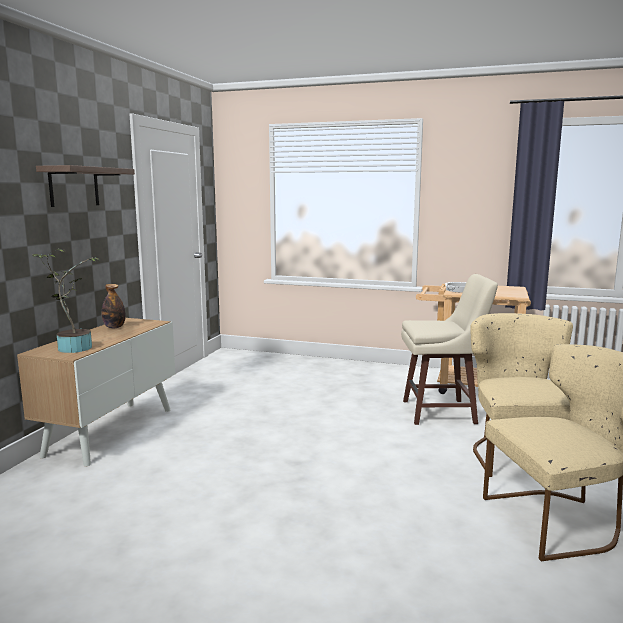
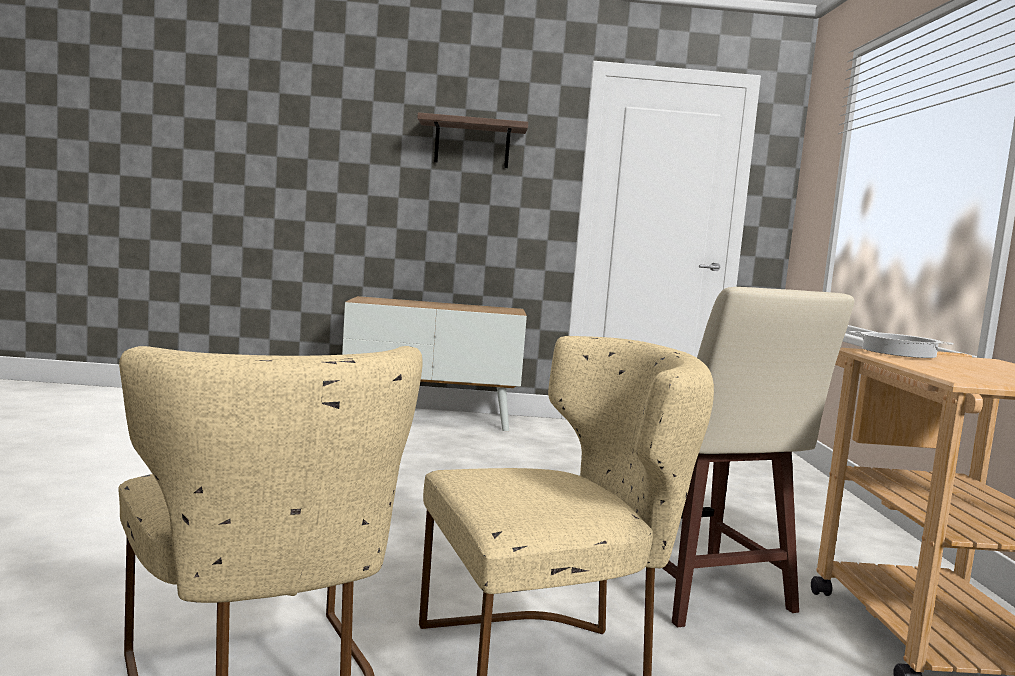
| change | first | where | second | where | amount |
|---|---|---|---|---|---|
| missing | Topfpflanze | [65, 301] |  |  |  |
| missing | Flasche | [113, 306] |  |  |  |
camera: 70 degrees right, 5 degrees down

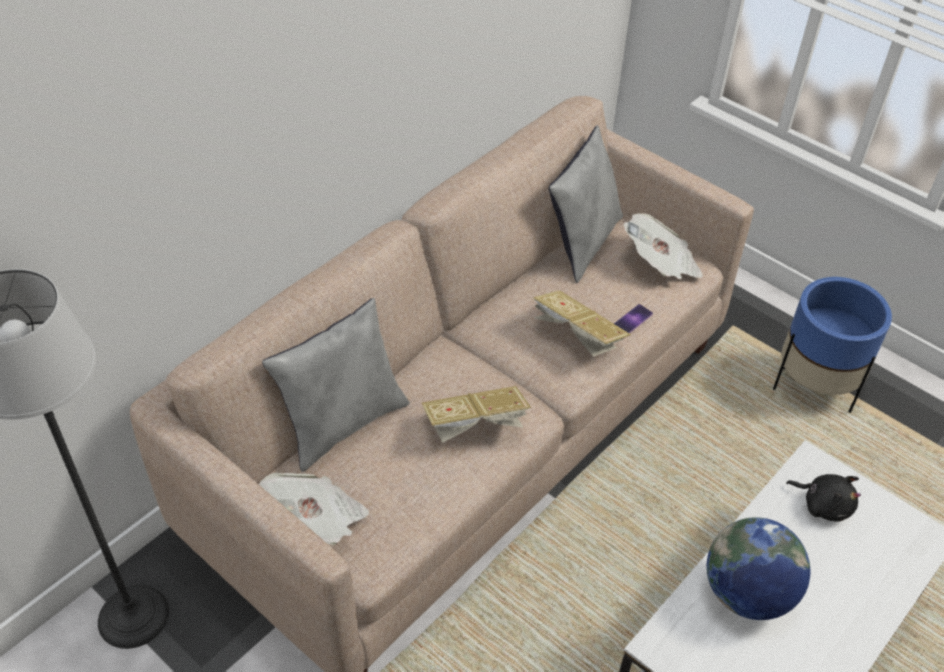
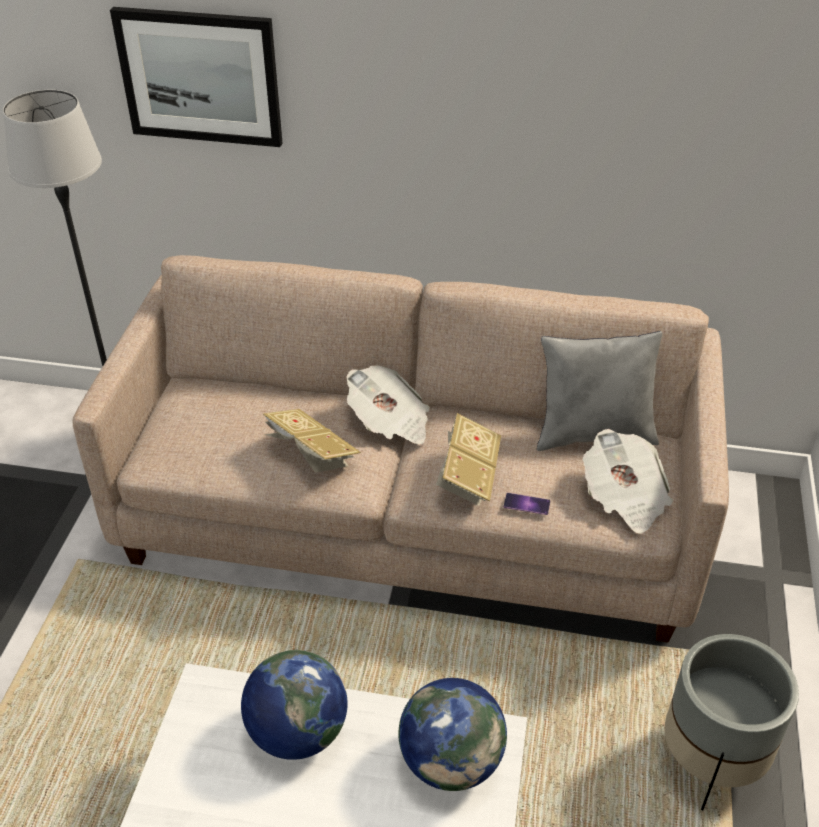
| change | first | where | second | where | amount |
|---|---|---|---|---|---|
| appeared |  |  | Bild | [196, 77] |  |
| relocated | Zeitung | [314, 509] |  | [387, 404] |  |
| exchanged | Plüschtier (schwarz) | [823, 498] | Globus | [453, 734] |  |
| colour | Pflanzkübel (blau) | [832, 345] | Pflanzkübel (grau) | [732, 722] |  |
| missing | Kissen (grau) | [336, 385] |  |  |  |
camera: 60 degrees right, 5 degrees down

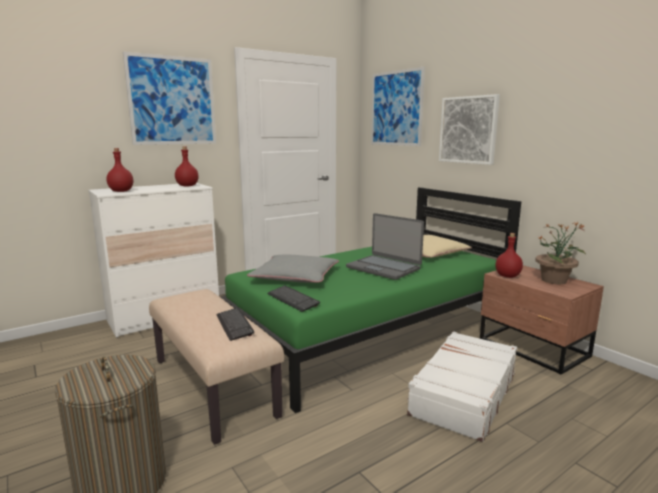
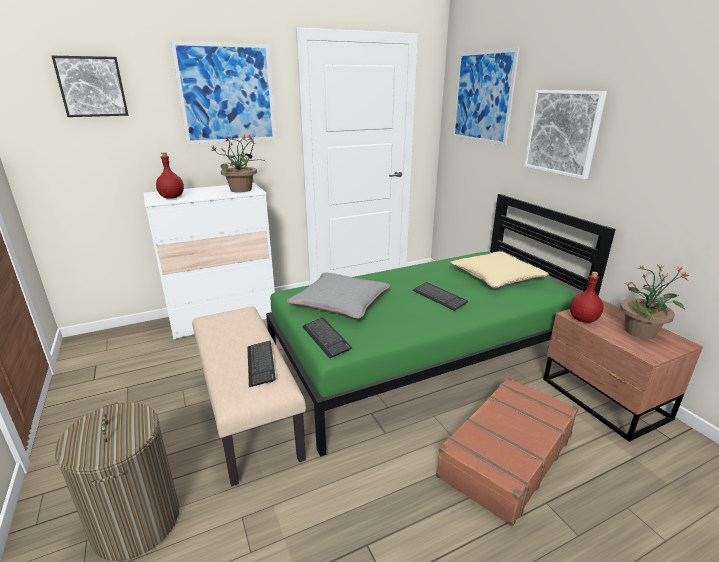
| change | first | where | second | where | amount |
|---|---|---|---|---|---|
| appeared |  |  | Bild | [90, 86] |  |
| exchanged | Flasche (rot) | [187, 167] | Topfpflanze | [238, 164] |  |
| exchanged | Laptop | [385, 246] | Tastatur | [440, 296] |  |
| colour | Koffer (weiß) | [461, 386] | Koffer (braun) | [507, 451] |  |
camera: 10 degrees right, 10 degrees up

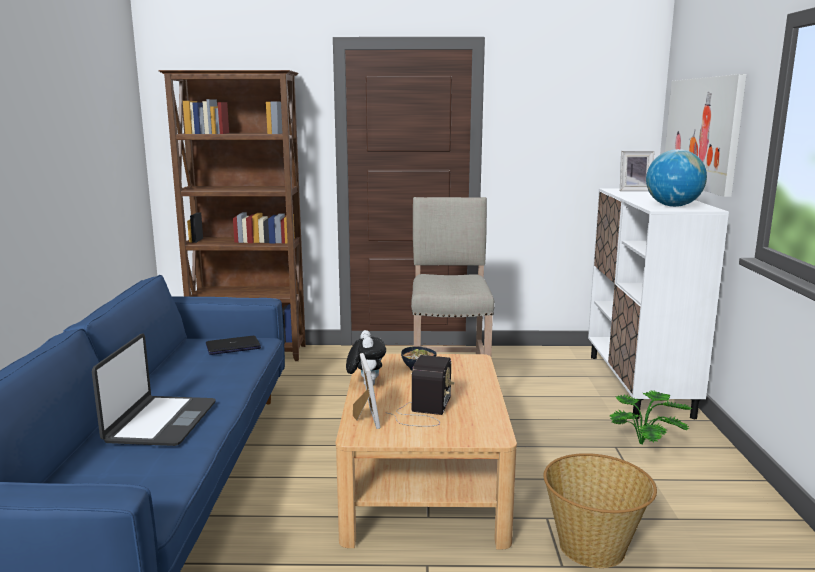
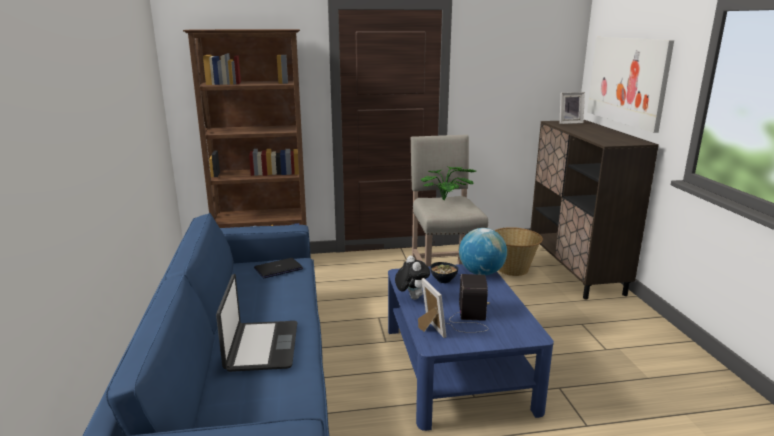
| change | first | where | second | where | amount |
|---|---|---|---|---|---|
| colour | Couchtisch (beige) | [426, 451] | Couchtisch (blau) | [471, 347] |  |
| relocated | Topfpflanze | [650, 417] |  | [448, 183] |  |
| relocated | Globus | [676, 178] |  | [483, 251] |  |
| relocated | Korb | [600, 510] |  | [518, 251] |  |
| colour | Schrank (weiß) | [658, 303] | Schrank (braun) | [594, 210] |  |
camera: 10 degrees left, 5 degrees up

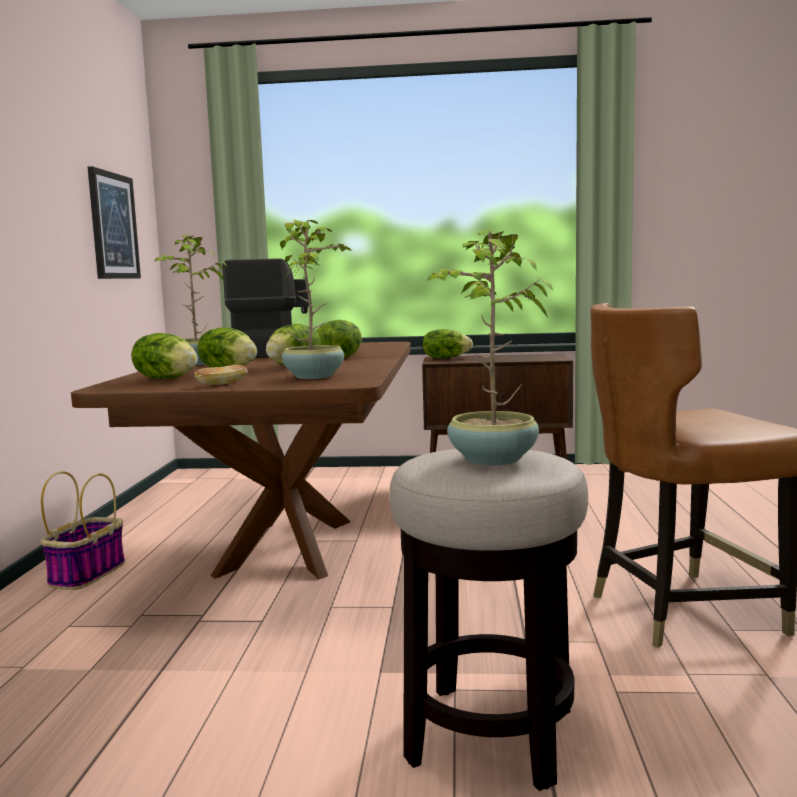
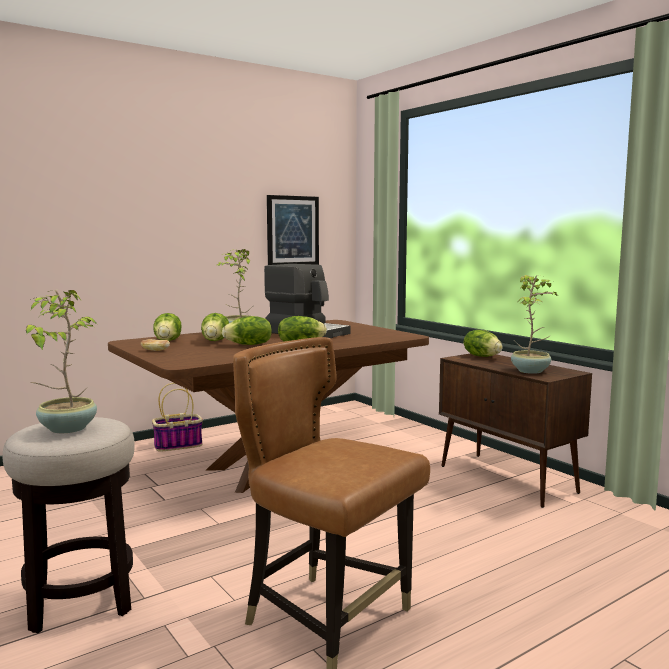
| change | first | where | second | where | amount |
|---|---|---|---|---|---|
| relocated | Topfpflanze | [316, 299] |  | [534, 324] |  |
camera: 50 degrees right, 0 degrees up

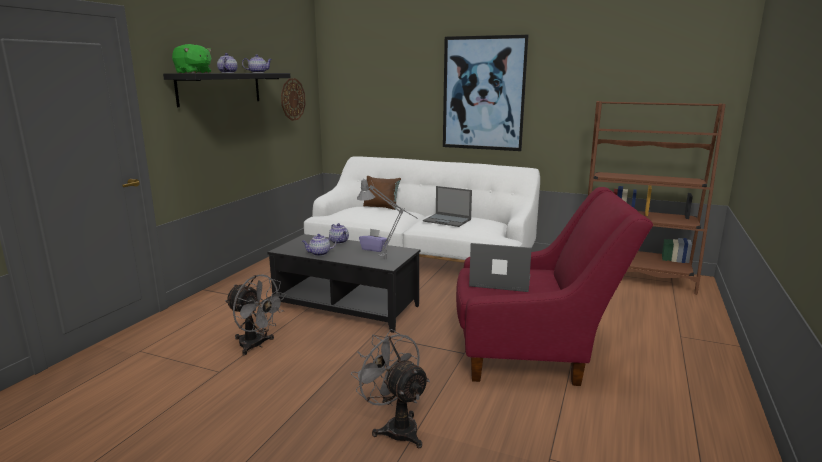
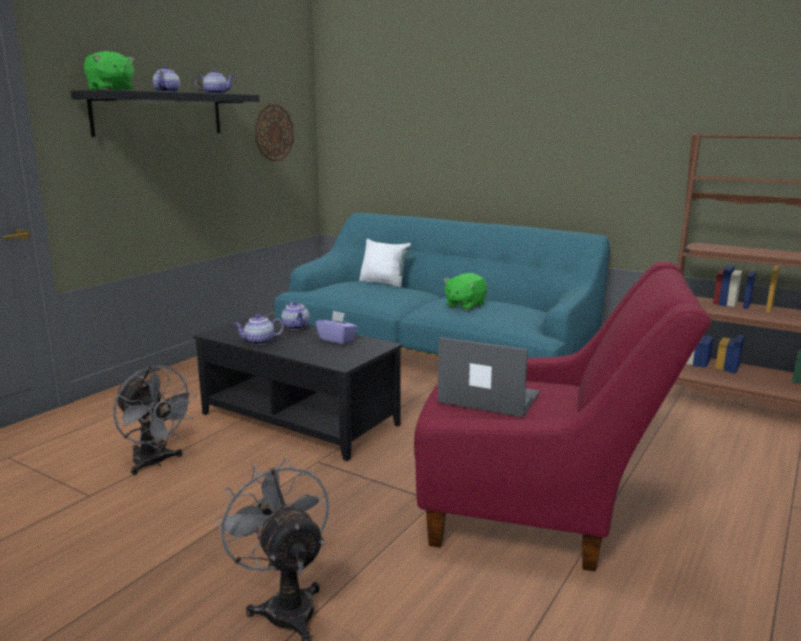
| change | first | where | second | where | amount |
|---|---|---|---|---|---|
| colour | Sofa (weiß) | [422, 209] | Sofa (türkis) | [442, 285] |  |
| colour | Kissen (braun) | [382, 193] | Kissen (weiß) | [385, 263] |  |
| exchanged | Laptop | [447, 206] | Plüschtier (grün) | [465, 291] |  |
| missing | Tischlampe (grau) | [387, 219] |  |  |  |
| missing | Bild | [486, 93] |  |  |  |
camera: 10 degrees right, 0 degrees up

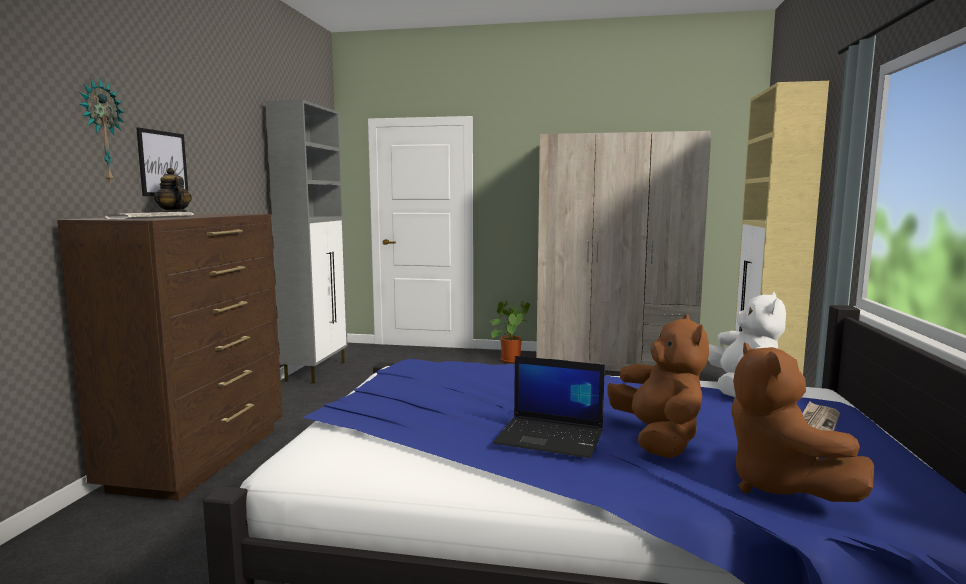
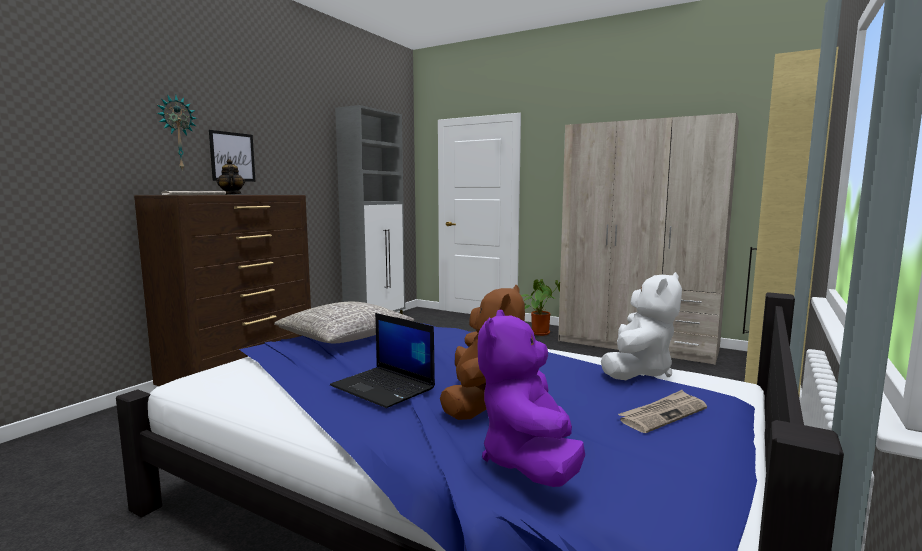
| change | first | where | second | where | amount |
|---|---|---|---|---|---|
| appeared |  |  | Kissen (grau) | [344, 322] |  |
| colour | Plüschtier (braun) | [802, 422] | Plüschtier (lila) | [531, 398] |  |
camera: 20 degrees right, 0 degrees up

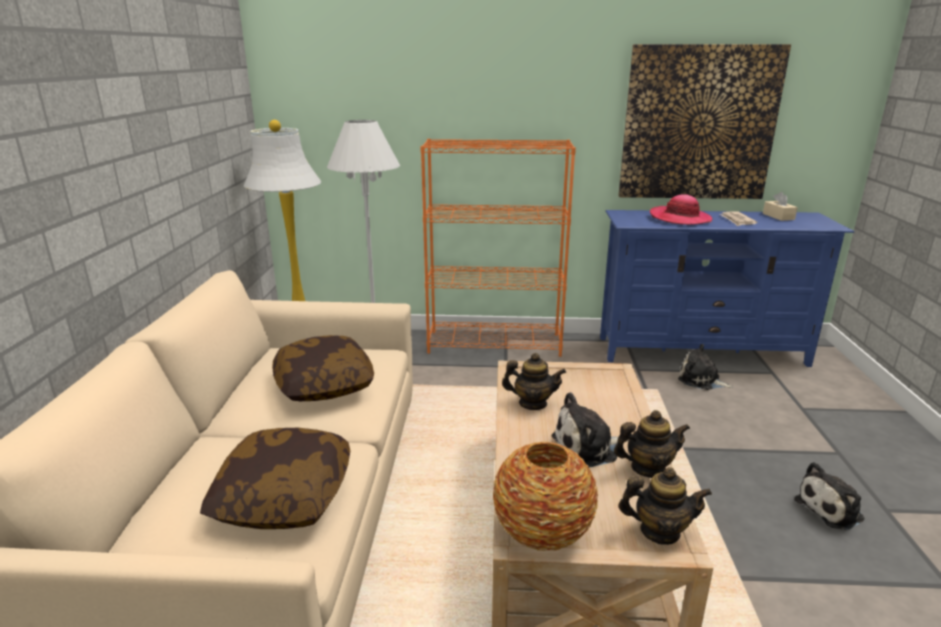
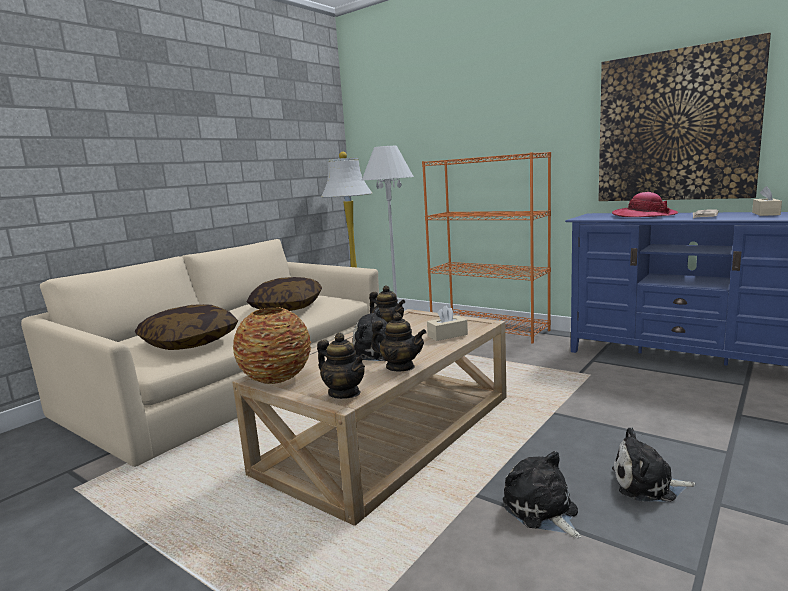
| change | first | where | second | where | amount |
|---|---|---|---|---|---|
| appeared |  |  | Taschentuchbox (beige) | [447, 323] |  |
| relocated | Plüschtier | [705, 367] |  | [542, 494] |  |
camera: 35 degrees right, 10 degrees down

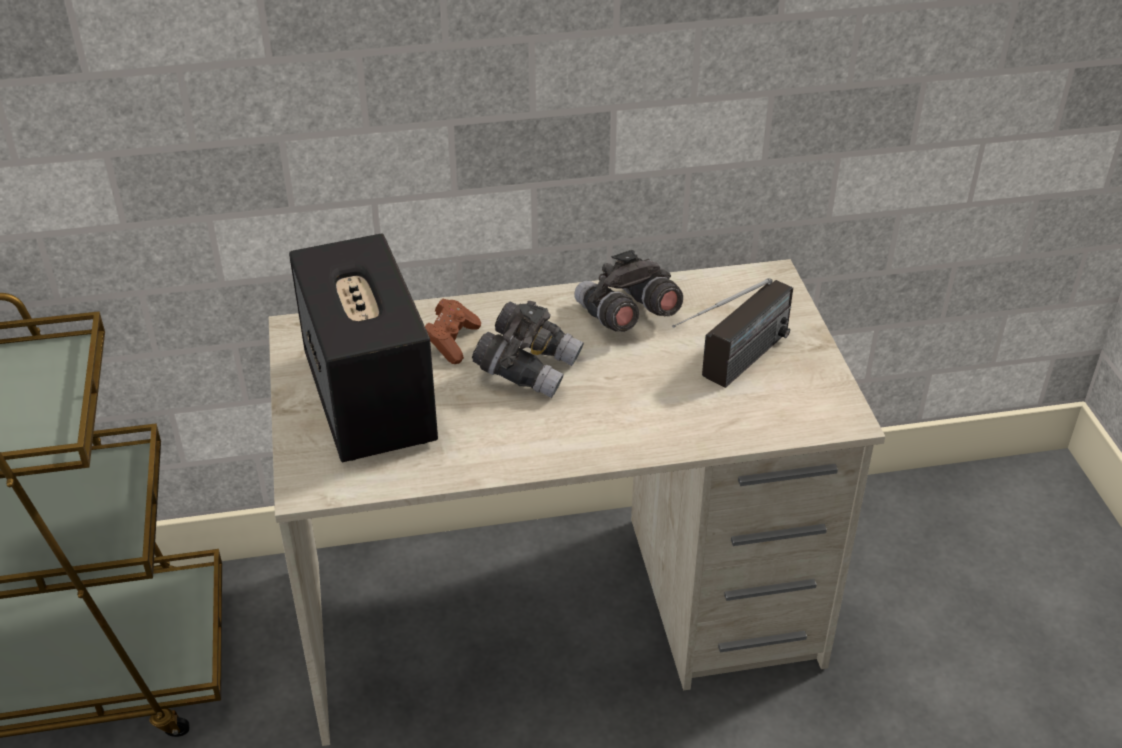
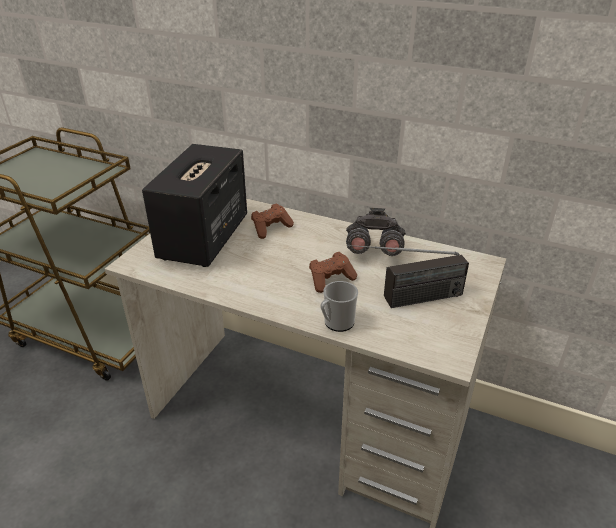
| change | first | where | second | where | amount |
|---|---|---|---|---|---|
| appeared |  |  | Gamepad (braun) | [333, 272] |  |
| appeared |  |  | Henkelbecher | [339, 306] |  |
| missing | Fernglas (grau) | [528, 349] |  |  |  |
camera: 35 degrees right, 5 degrees down

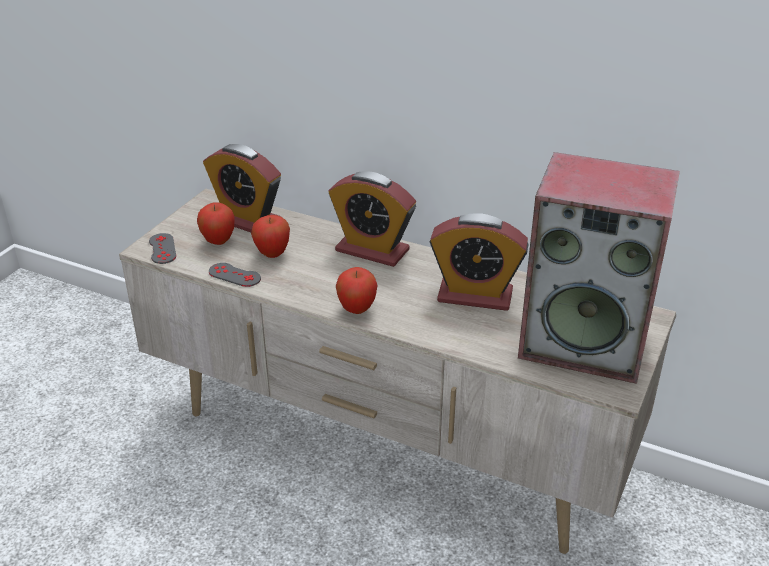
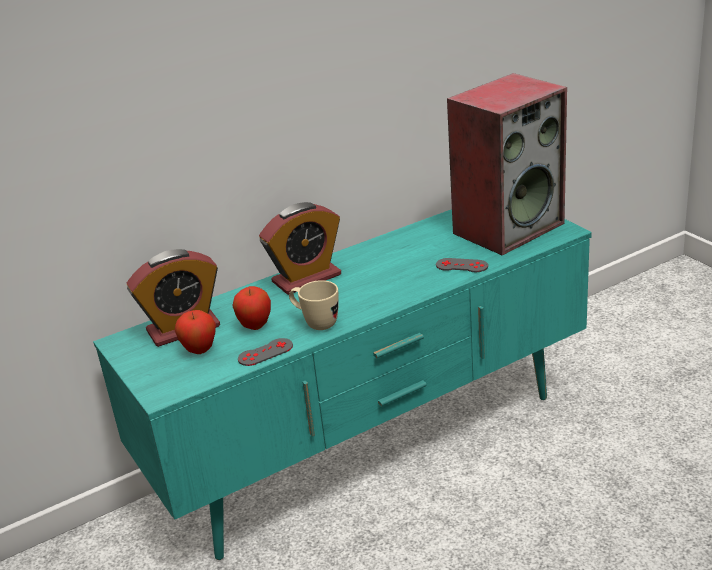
| change | first | where | second | where | amount |
|---|---|---|---|---|---|
| colour | Fernsehschrank (beige) | [397, 371] | Fernsehschrank (türkis) | [342, 384] |  |
| appeared |  |  | Henkelbecher (beige) | [314, 305] |  |
| relocated | Gamepad (grau) | [162, 248] |  | [462, 265] |  |
| missing | Apfel | [357, 290] |  |  |  |
| missing | Wecker | [479, 262] |  |  |  |
camera: 55 degrees left, 5 degrees down

